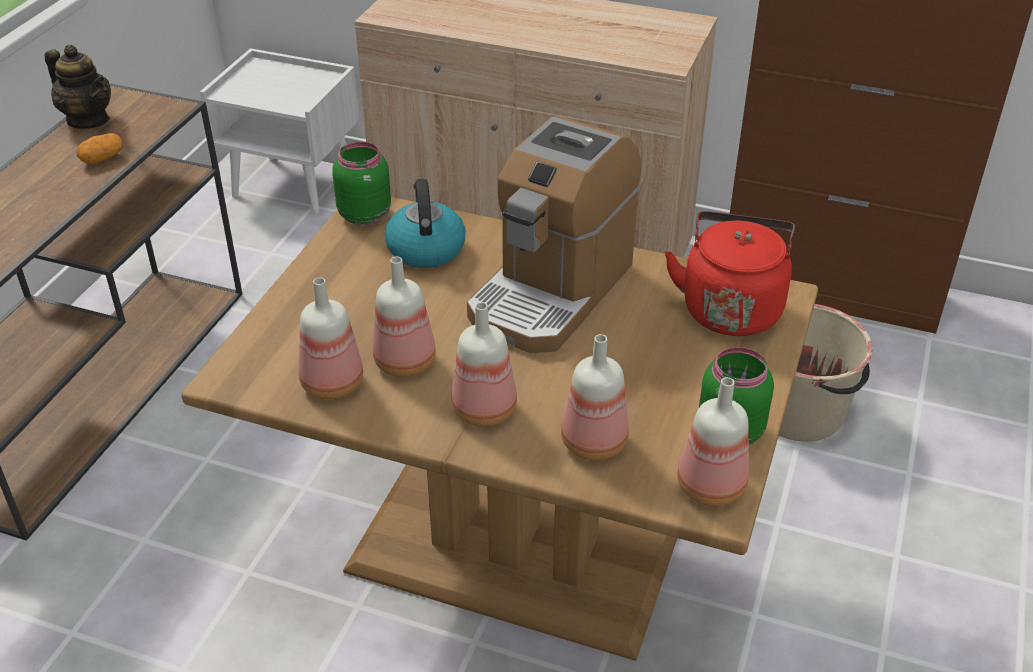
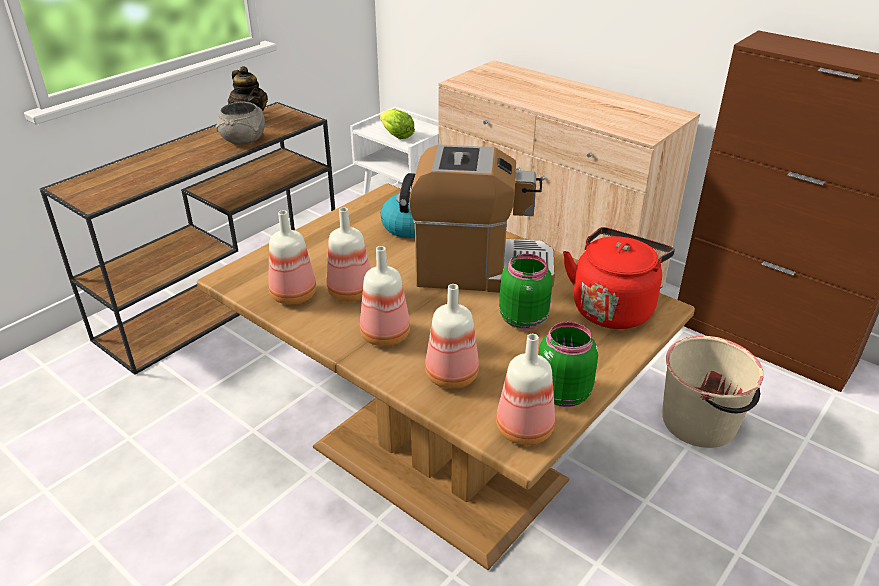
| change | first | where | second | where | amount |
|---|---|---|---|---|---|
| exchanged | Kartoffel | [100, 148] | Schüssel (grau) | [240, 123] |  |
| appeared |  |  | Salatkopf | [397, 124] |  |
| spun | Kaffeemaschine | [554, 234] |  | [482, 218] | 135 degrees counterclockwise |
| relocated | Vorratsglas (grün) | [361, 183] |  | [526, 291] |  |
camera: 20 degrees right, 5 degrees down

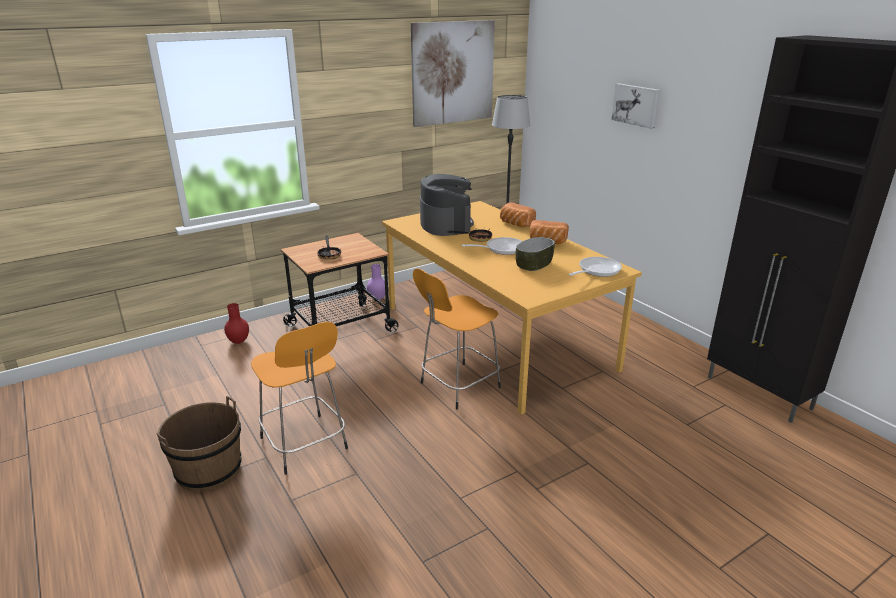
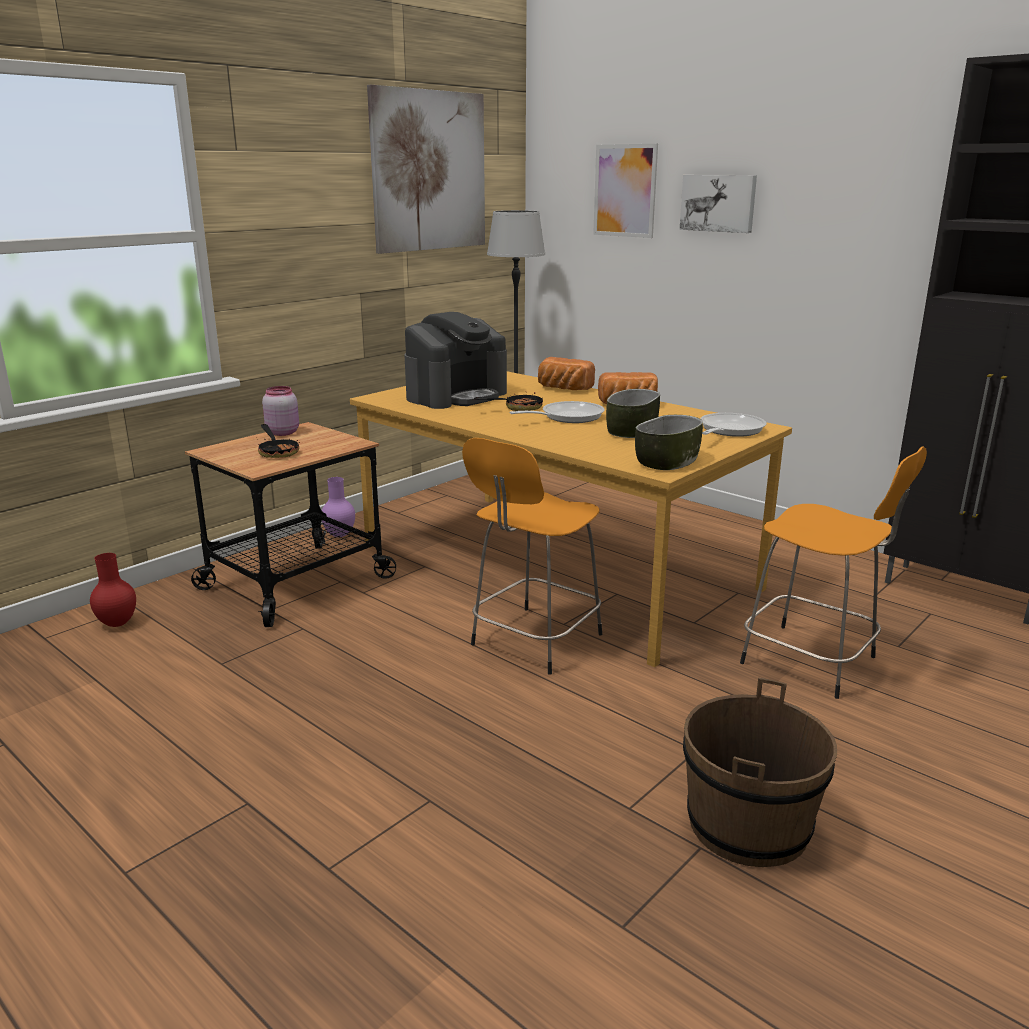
| change | first | where | second | where | amount |
|---|---|---|---|---|---|
| appeared |  |  | Vorratsglas (rosa) | [280, 411] |  |
| spun | Kaffeemaschine | [447, 205] |  | [455, 360] | 75 degrees clockwise |
| appeared |  |  | Bild | [625, 191] |  |
| appeared |  |  | Schüssel | [669, 442] |  |
| relocated | Eimer (braun) | [198, 444] |  | [760, 772] |  |
| relocated | Hocker (orange) | [299, 398] |  | [833, 573] |  |
camera: 15 degrees left, 5 degrees down

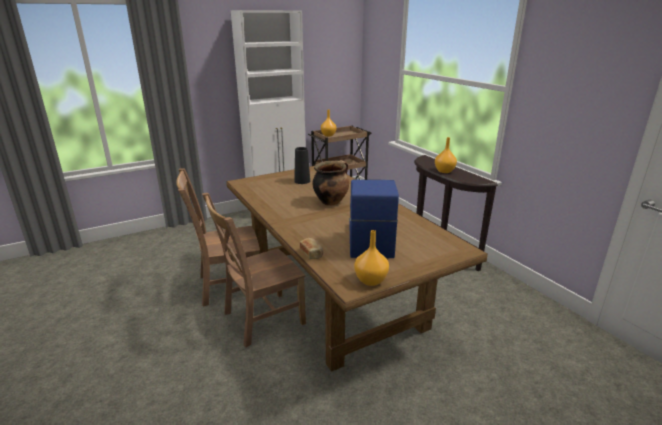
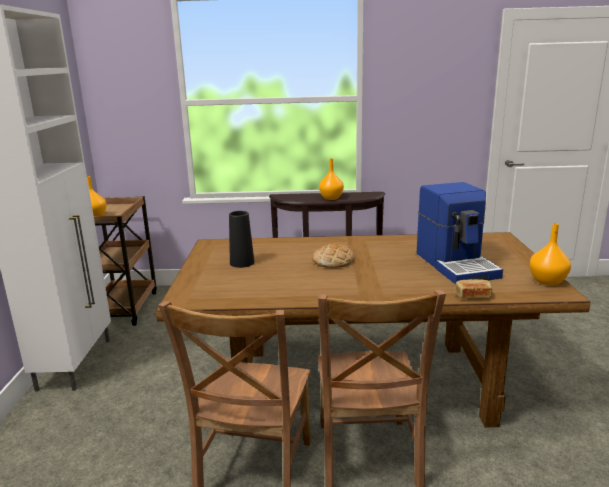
| change | first | where | second | where | amount |
|---|---|---|---|---|---|
| exchanged | Kochtopf | [331, 183] | Brot | [333, 255] |  |
| spun | Kaffeemaschine | [374, 219] |  | [460, 233] | 135 degrees counterclockwise |
camera: 60 degrees left, 5 degrees down

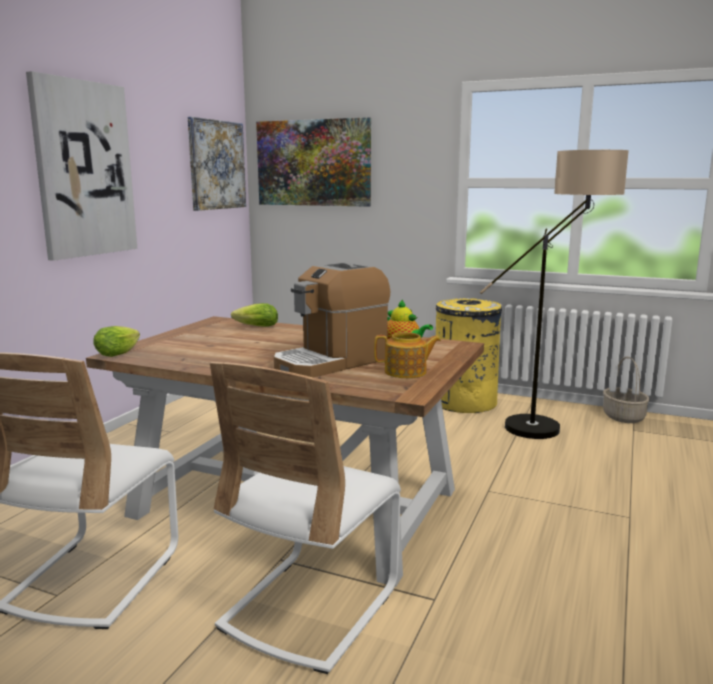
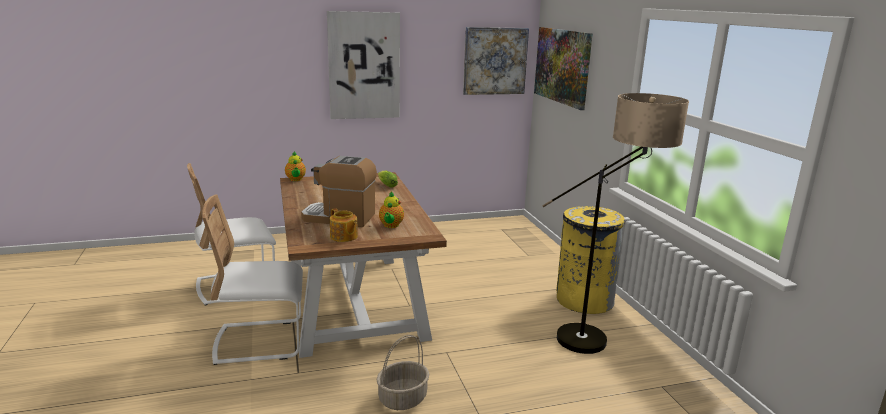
| change | first | where | second | where | amount |
|---|---|---|---|---|---|
| exchanged | Salatkopf | [116, 341] | Teekanne | [295, 166] |  |
| relocated | Korb | [626, 390] |  | [402, 372] |  |
camera: 50 degrees right, 5 degrees up

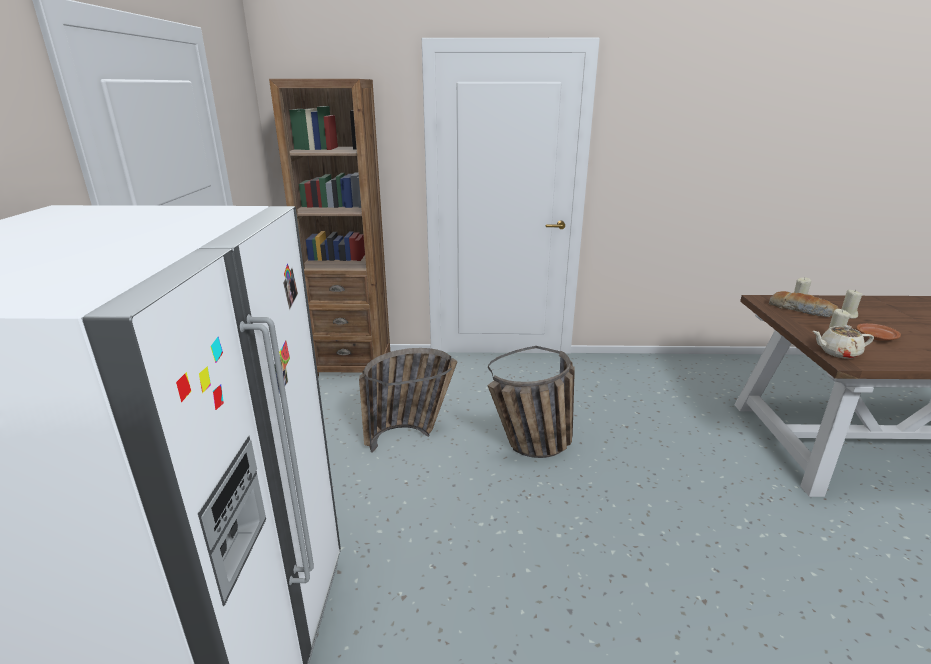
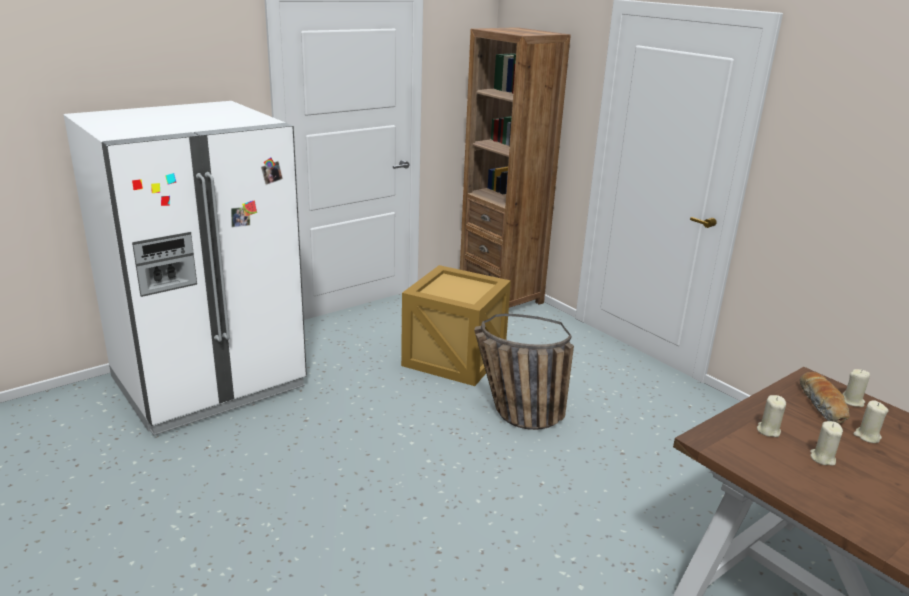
| change | first | where | second | where | amount |
|---|---|---|---|---|---|
| exchanged | Korb | [408, 400] | Kiste | [456, 325] |  |
| exchanged | Teller (braun) | [879, 332] | Kerze (beige) | [826, 443] |  |
| missing | Teekanne (beige) | [843, 342] |  |  |  |
camera: 50 degrees right, 0 degrees up

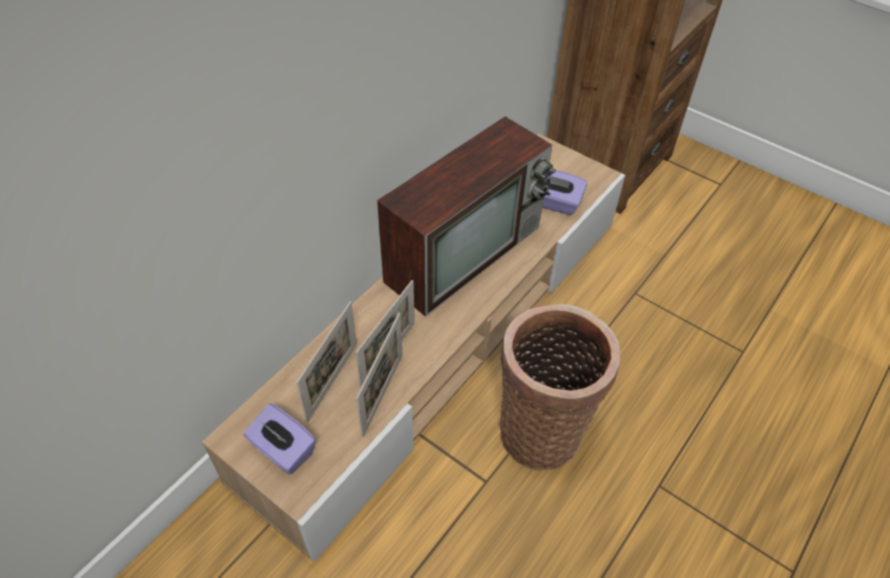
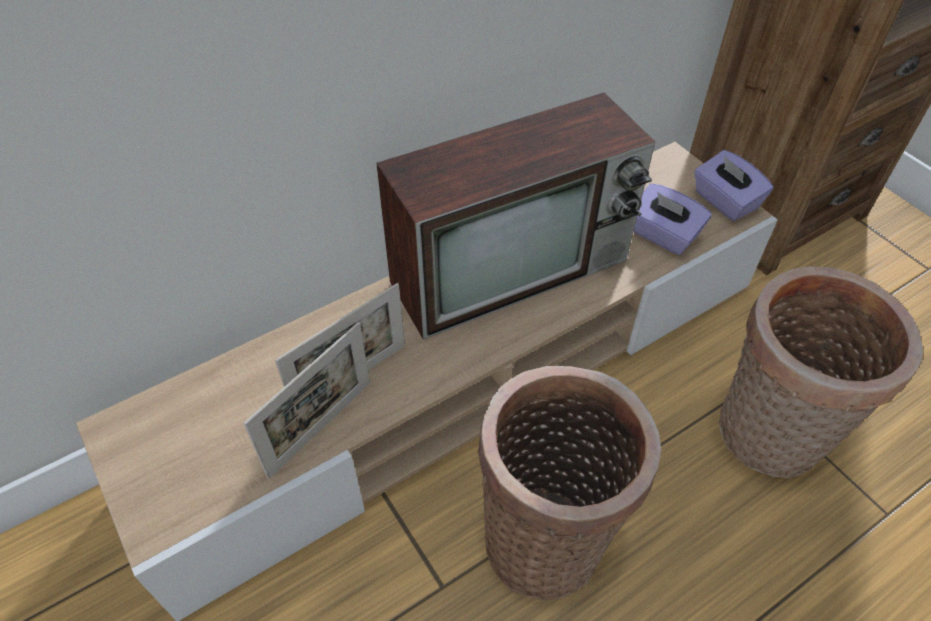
| change | first | where | second | where | amount |
|---|---|---|---|---|---|
| relocated | Taschentuchbox (lila) | [280, 439] |  | [734, 185] |  |
| appeared |  |  | Korb | [821, 372] |  |
| missing | Bilderrahmen | [326, 362] |  |  |  |
camera: 20 degrees right, 0 degrees up

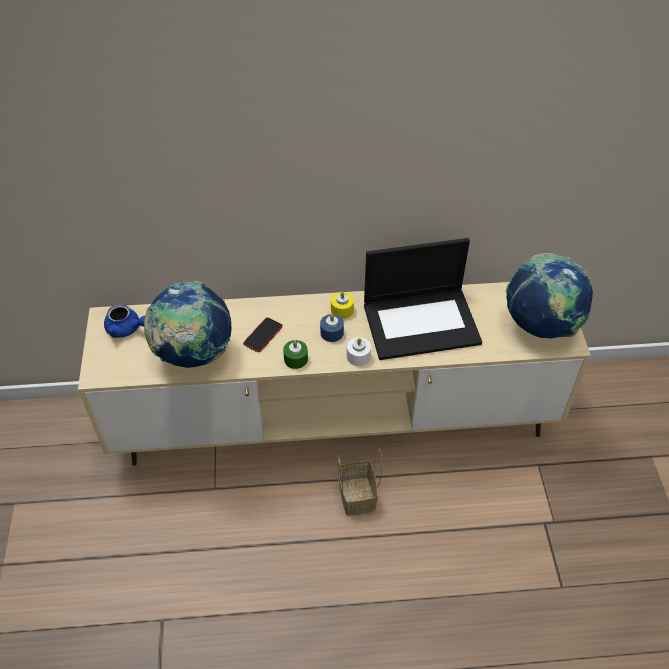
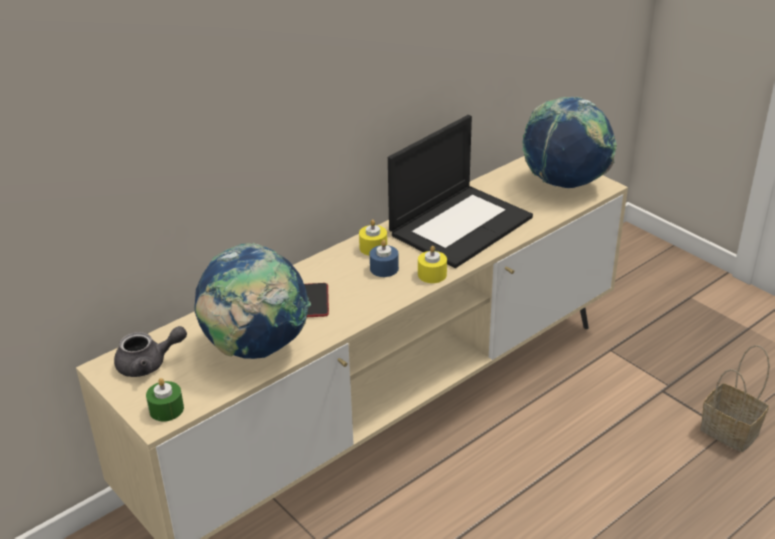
| change | first | where | second | where | amount |
|---|---|---|---|---|---|
| colour | Teekanne (blau) | [124, 321] | Teekanne (grau) | [150, 351] |  |
| relocated | Kerze (grün) | [295, 354] |  | [165, 400] |  |
| colour | Kerze (weiß) | [359, 351] | Kerze (gelb) | [432, 264] |  |
| relocated | Korb | [359, 482] |  | [735, 398] |  |
camera: 35 degrees left, 15 degrees down

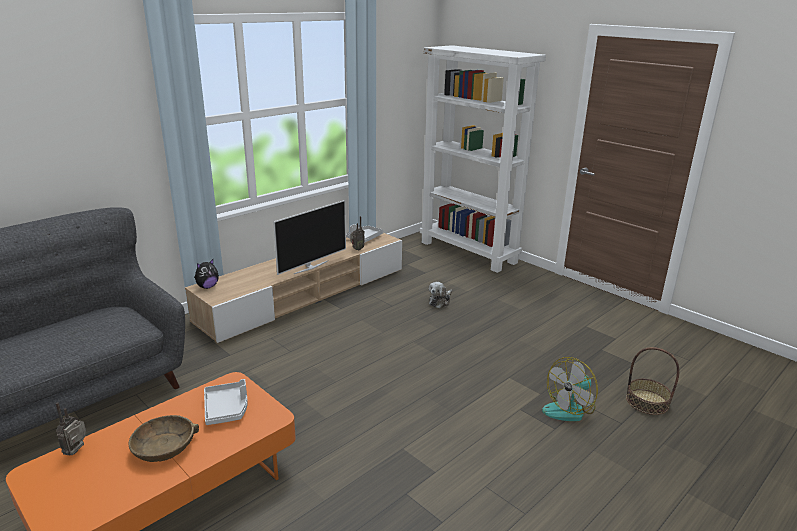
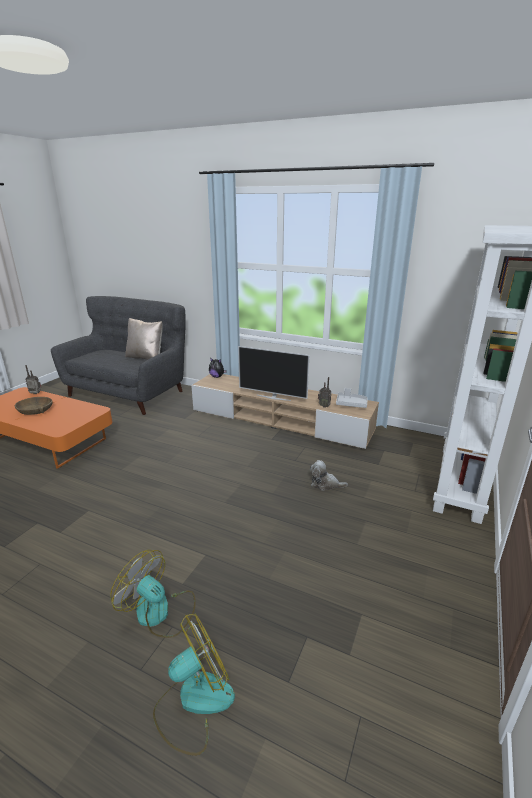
| change | first | where | second | where | amount |
|---|---|---|---|---|---|
| appeared |  |  | Kissen (beige) | [144, 339] |  |
| exchanged | Korb | [652, 381] | Ventilator | [194, 685] |  |
| missing | Tablett (grau) | [226, 402] |  |  |  |
camera: 70 degrees right, 0 degrees up

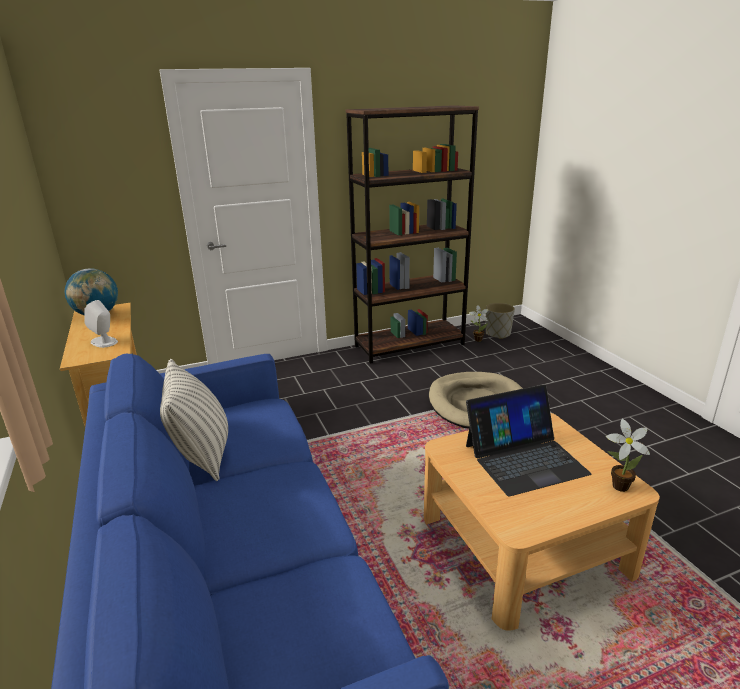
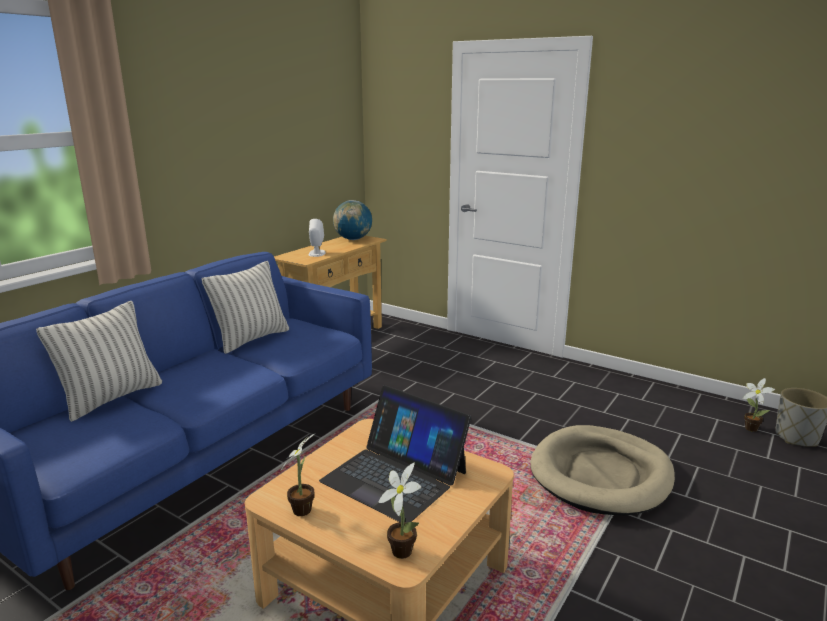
| change | first | where | second | where | amount |
|---|---|---|---|---|---|
| appeared |  |  | Kissen | [99, 361] |  |
| appeared |  |  | Topfpflanze | [298, 474] |  |
| missing | Bücherregal (braun) | [412, 234] |  |  |  |
camera: 55 degrees right, 5 degrees down

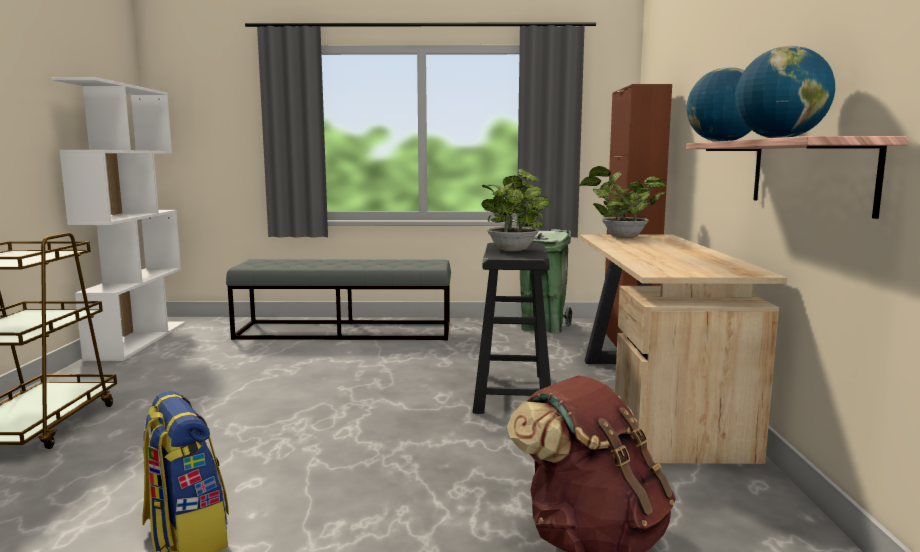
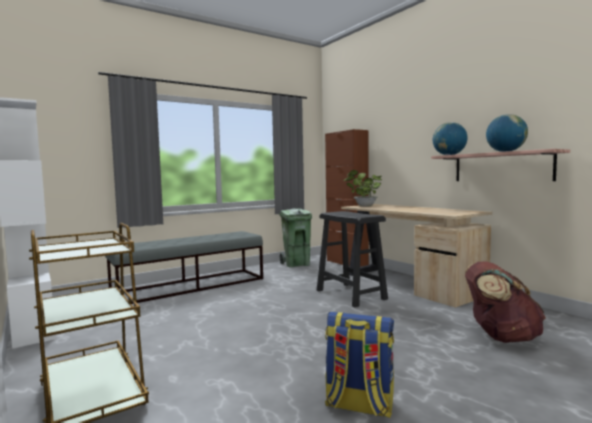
| change | first | where | second | where | amount |
|---|---|---|---|---|---|
| missing | Topfpflanze | [515, 210] |  |  |  |
camera: 35 degrees left, 5 degrees down

